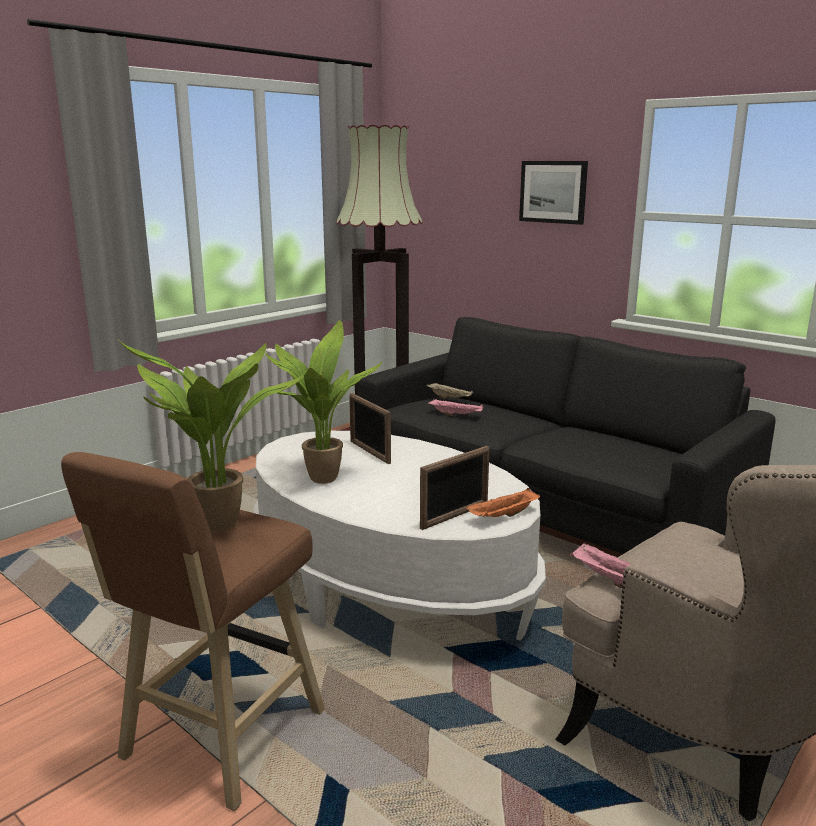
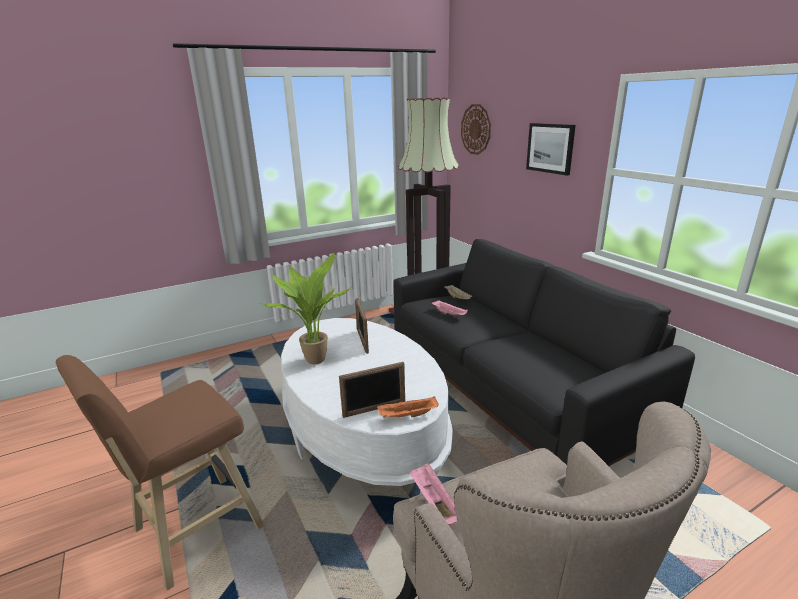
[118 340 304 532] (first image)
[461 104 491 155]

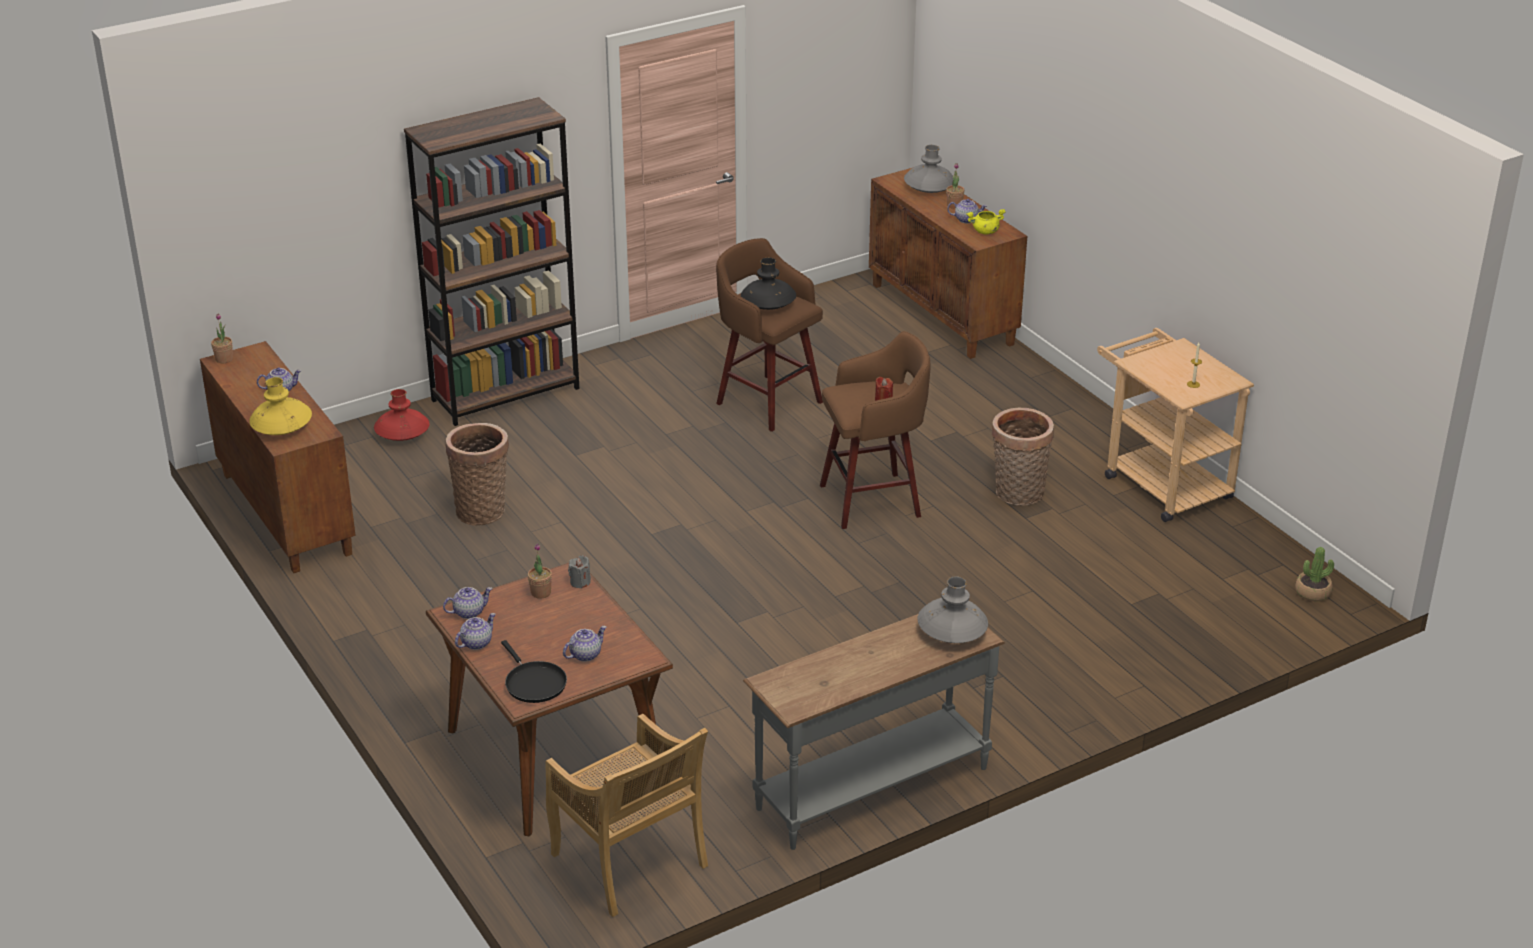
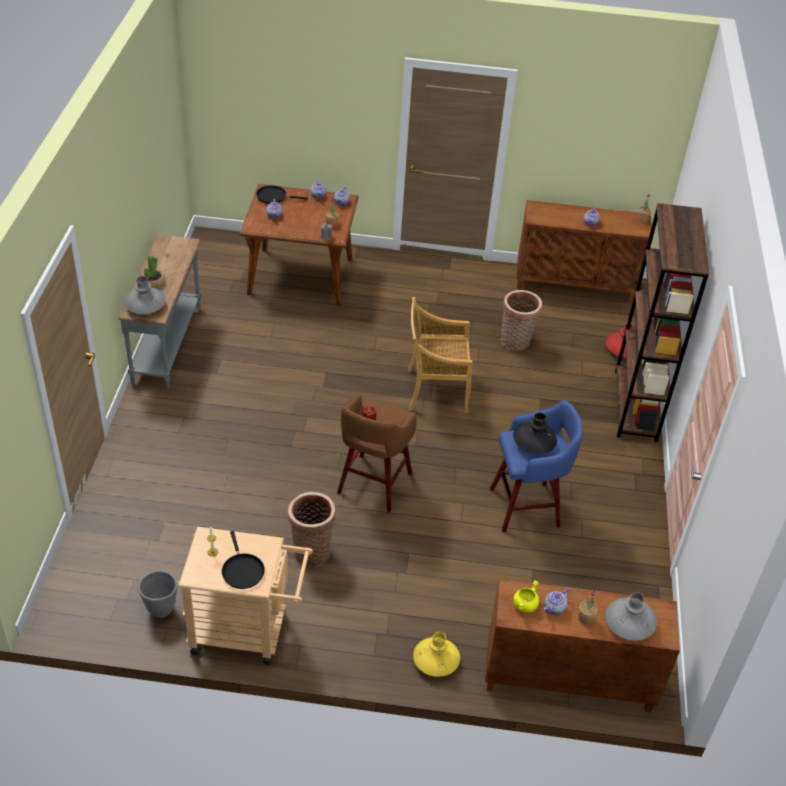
[490 400 583 532]
[413 632 460 677]
[142 255 165 288]
[408 297 473 413]
[222 531 265 589]
[138 570 177 618]

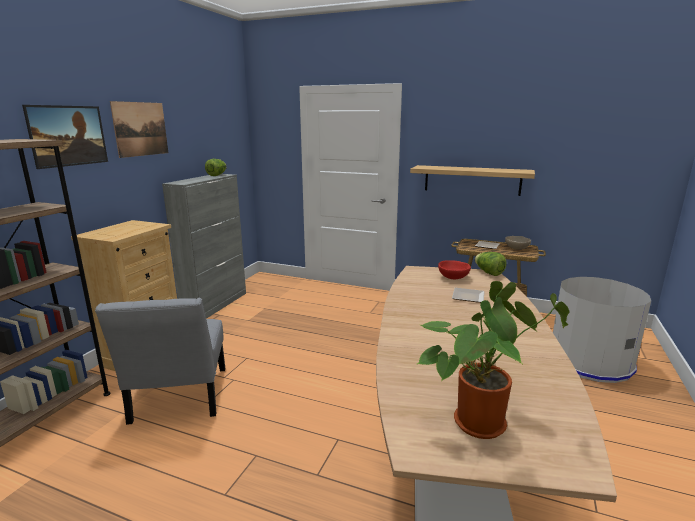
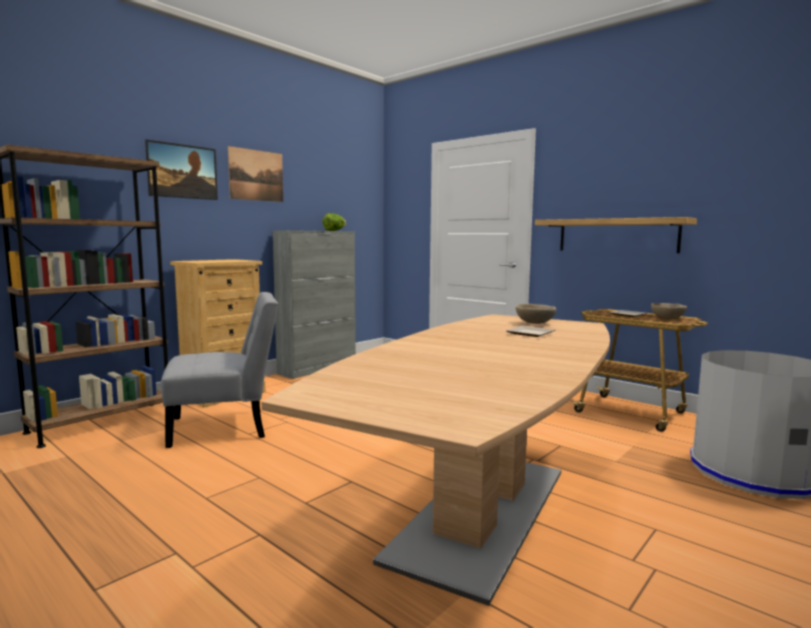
[475 252 506 276] (first image)
[516 304 556 324]
[417 281 570 439] (first image)
[161 292 278 448]

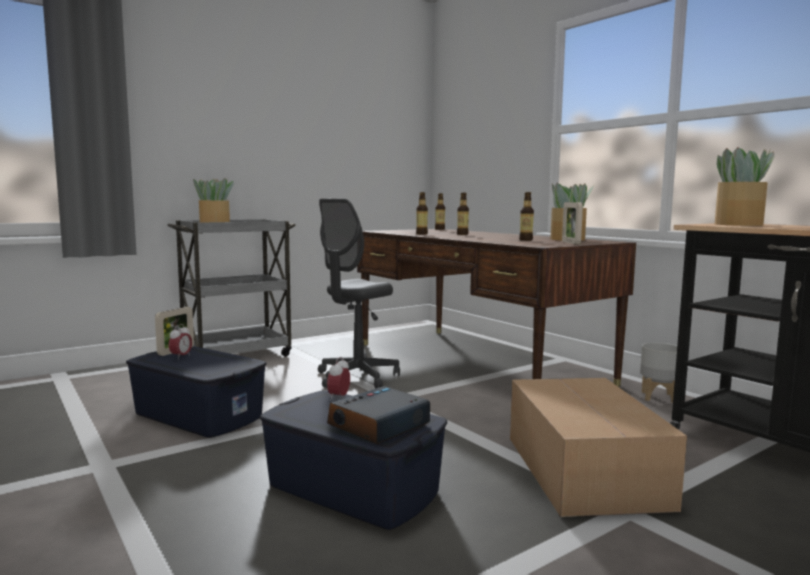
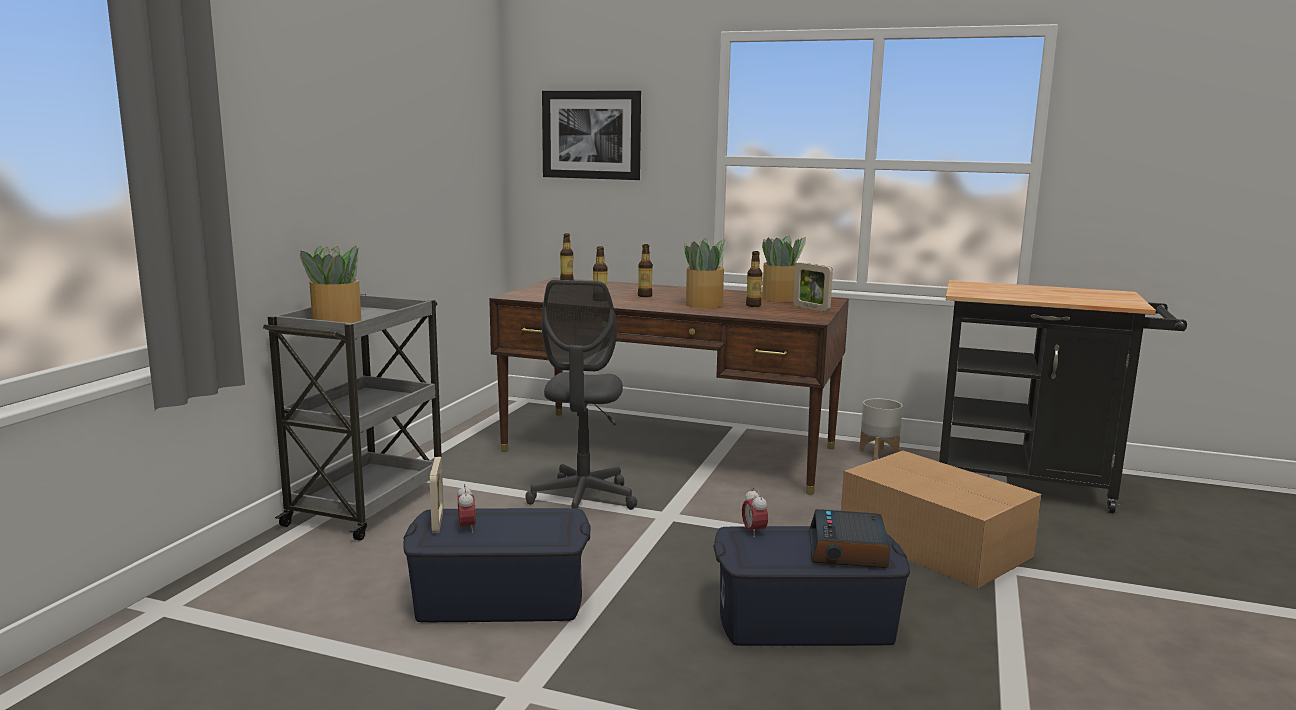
[684 238 726 308]
[542 91 641 180]

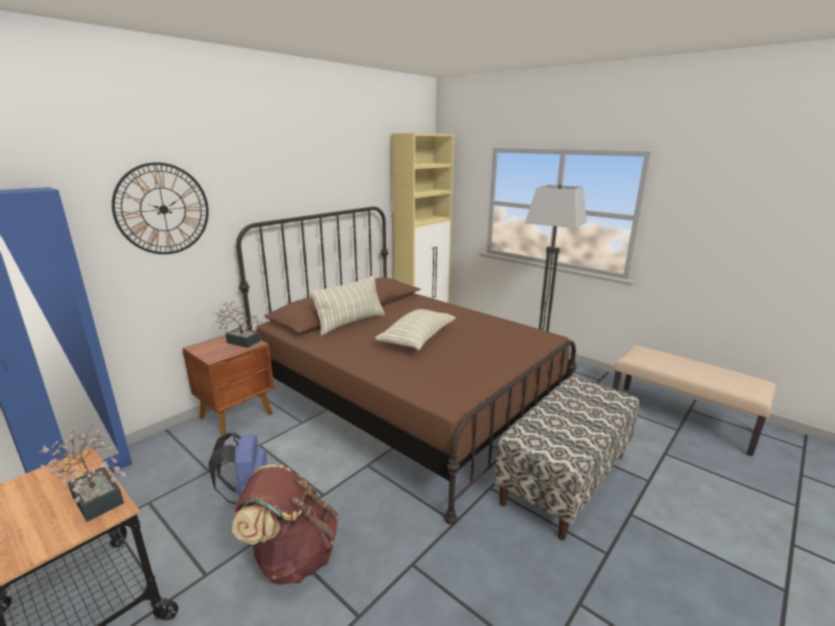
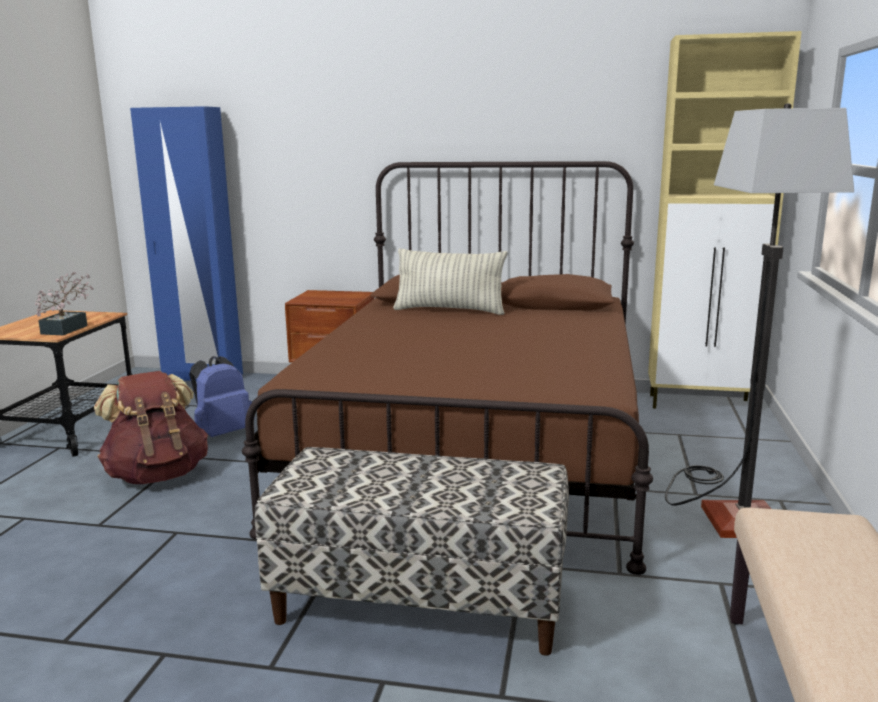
[112 162 209 254] (first image)
[213 301 264 348] (first image)
[375 309 456 350] (first image)

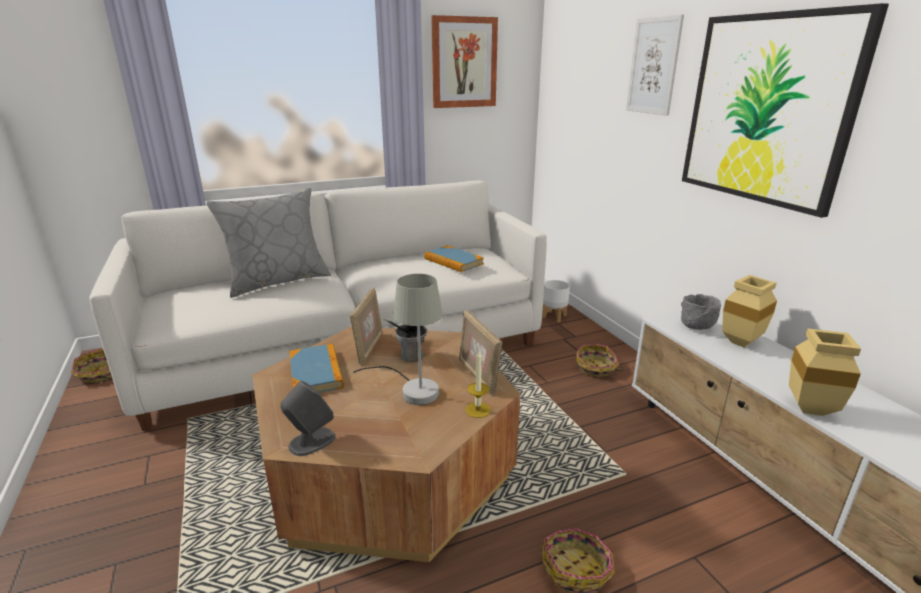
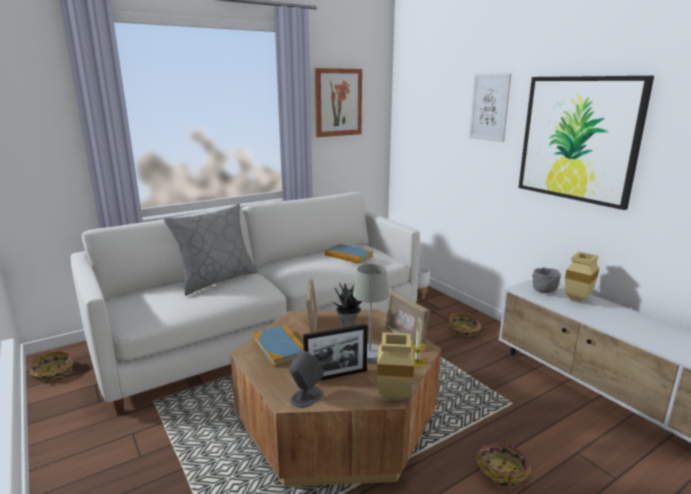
[377 332 414 400]
[303 324 367 381]

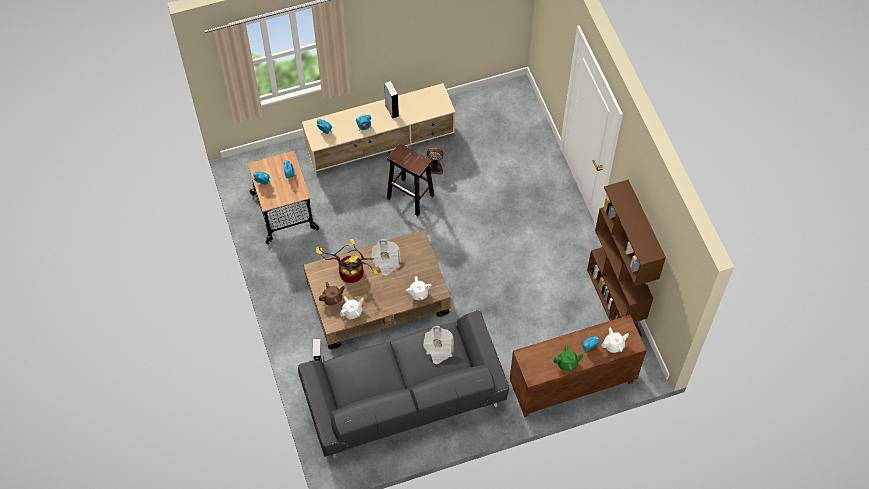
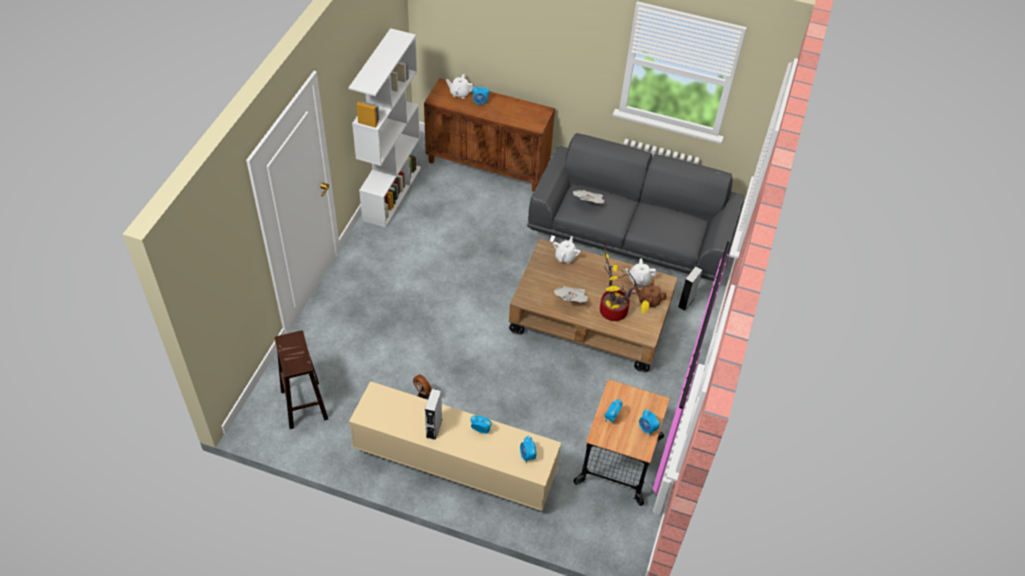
[274 330 328 429]
[348 28 421 228]
[553 345 583 371] (first image)

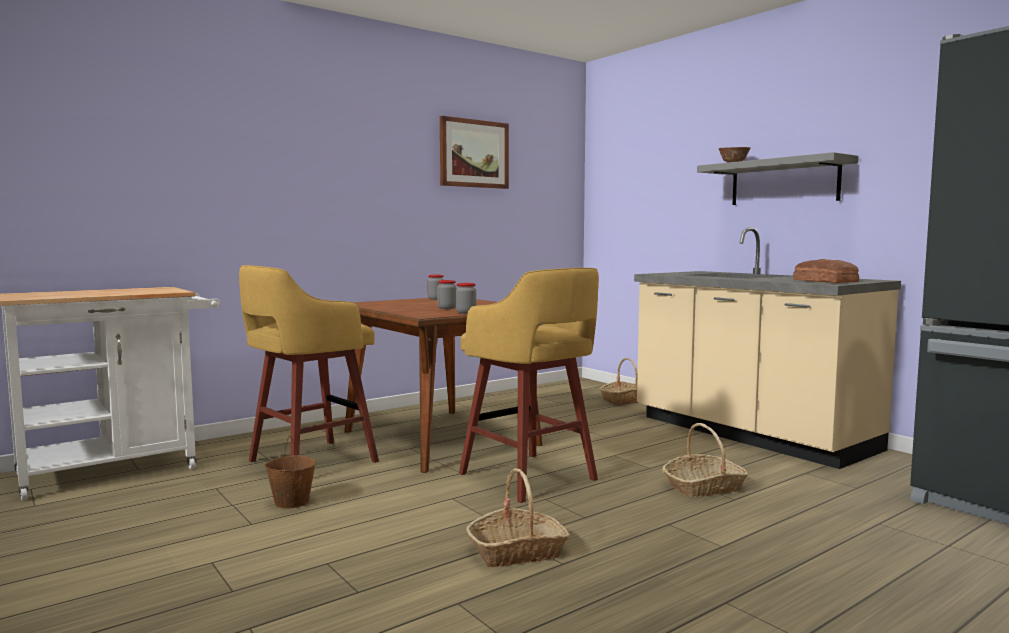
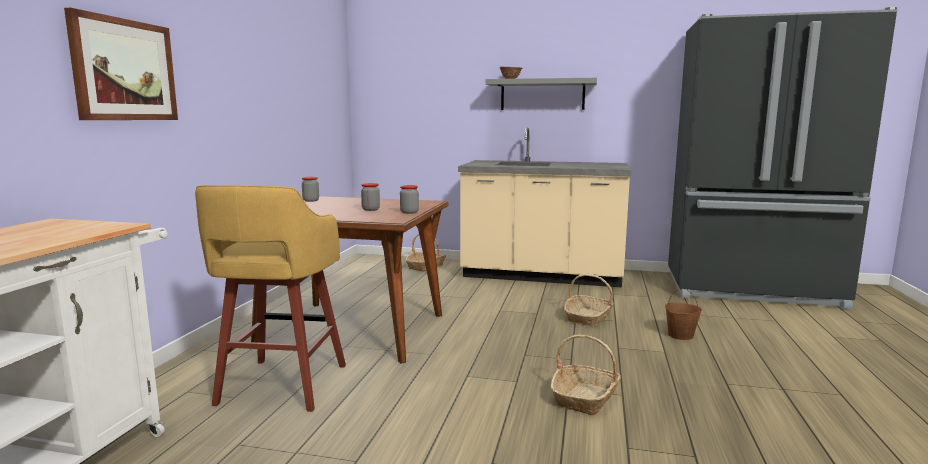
[64 8 178 120]
[793 259 859 283] (first image)
[459 268 599 503] (first image)
[665 288 702 340]

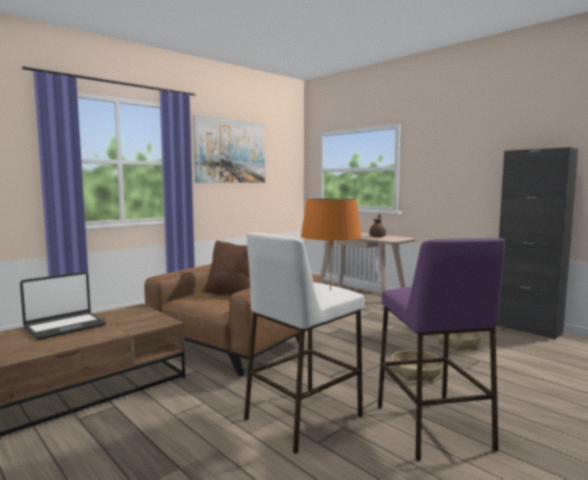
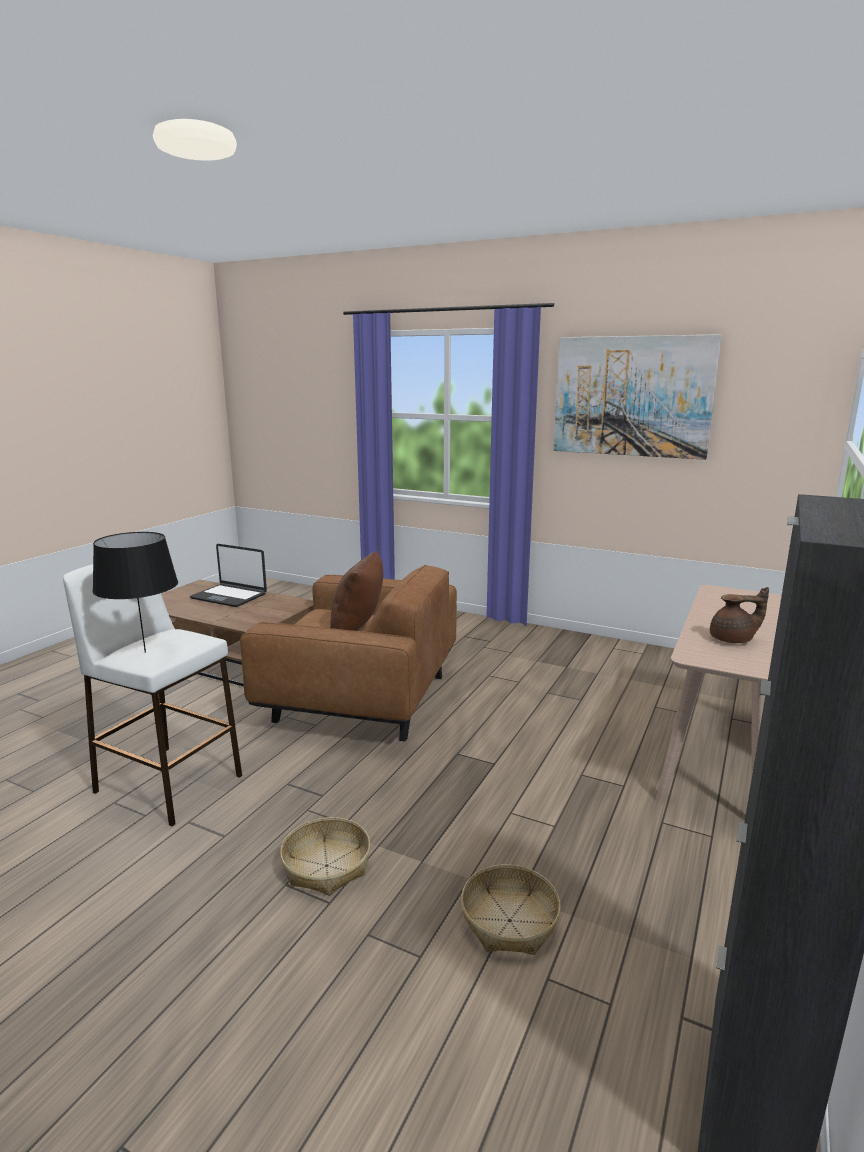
[92 532 178 653]
[378 238 505 461] (first image)

